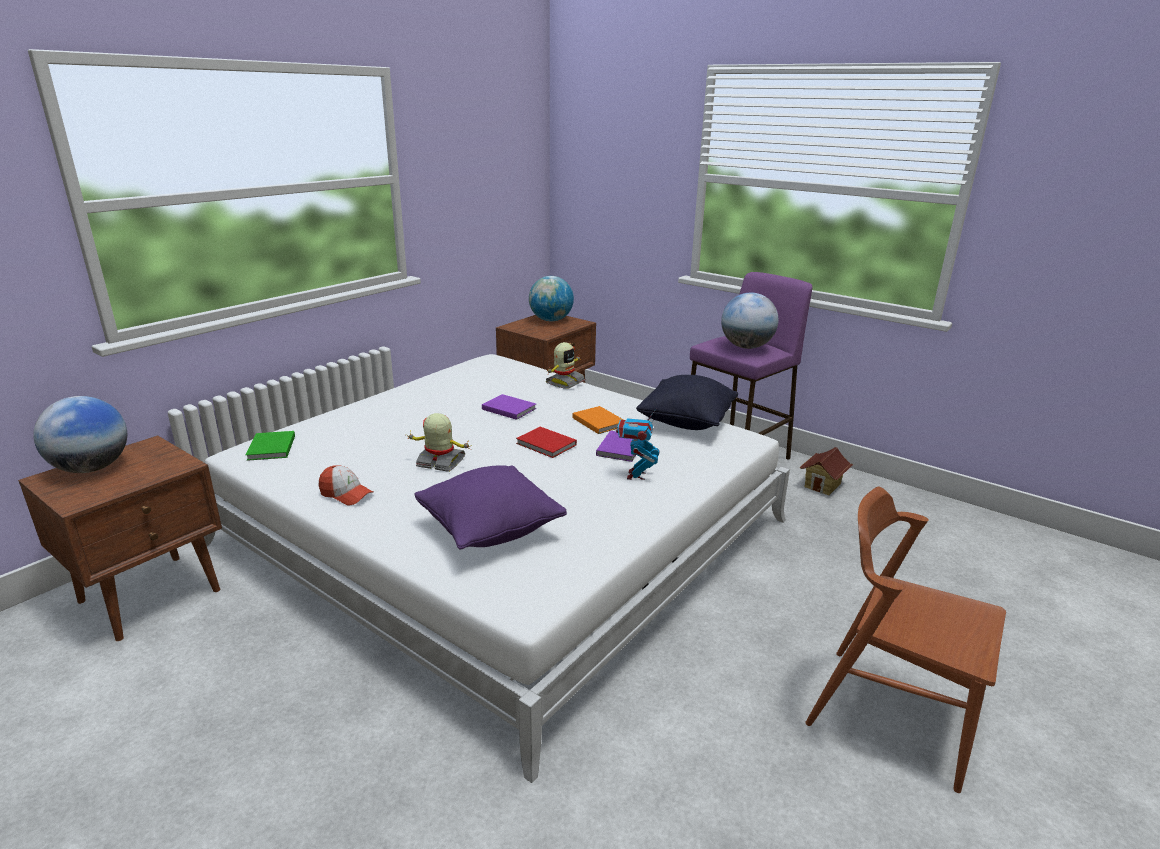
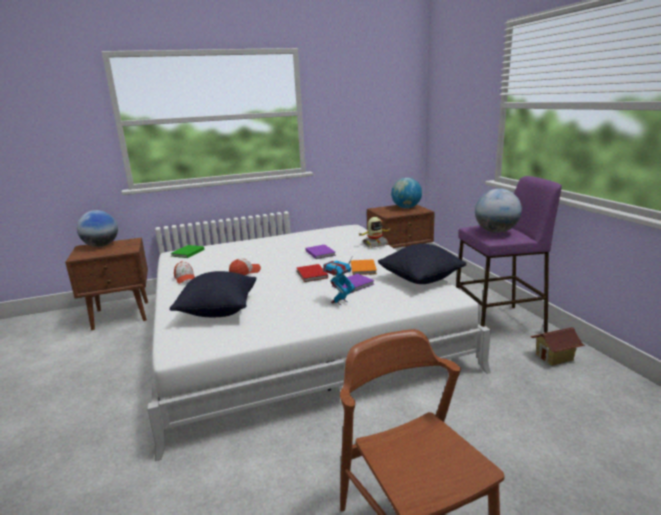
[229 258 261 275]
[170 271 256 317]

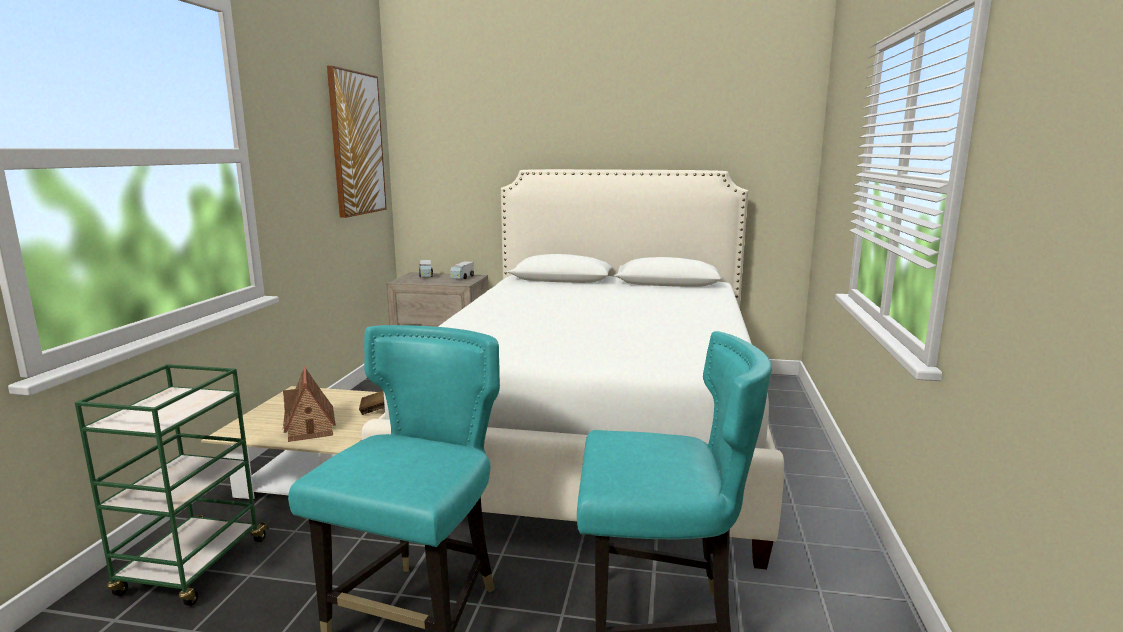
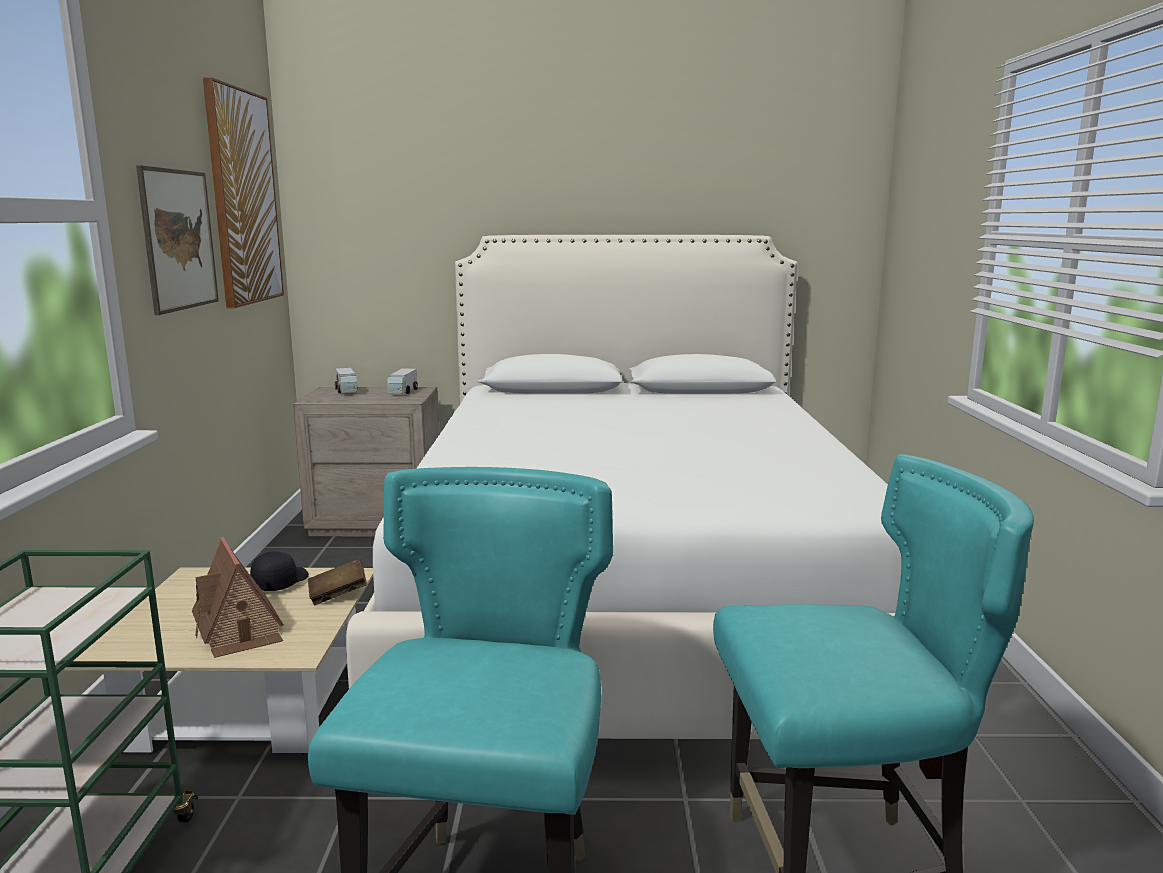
[136 165 219 315]
[250 551 309 591]

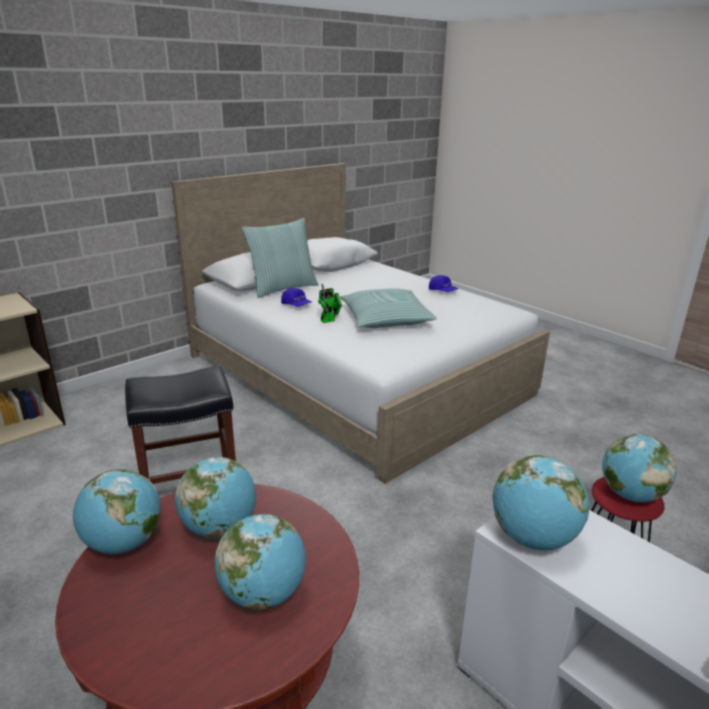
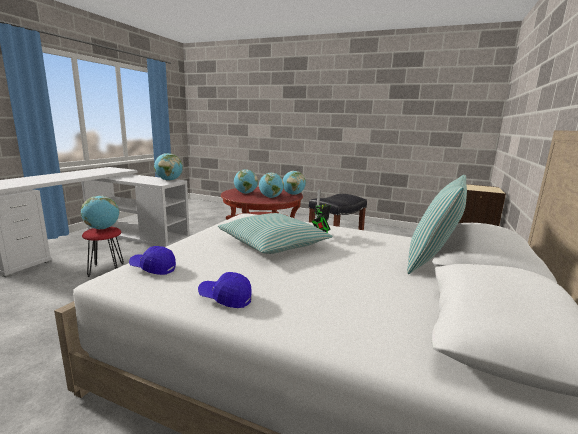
[129 246 176 275]

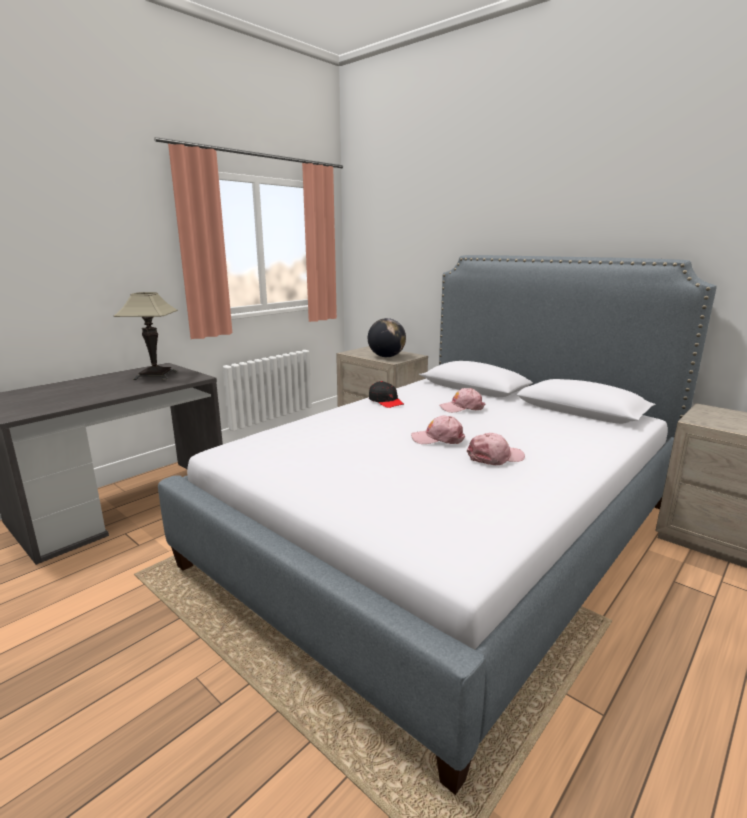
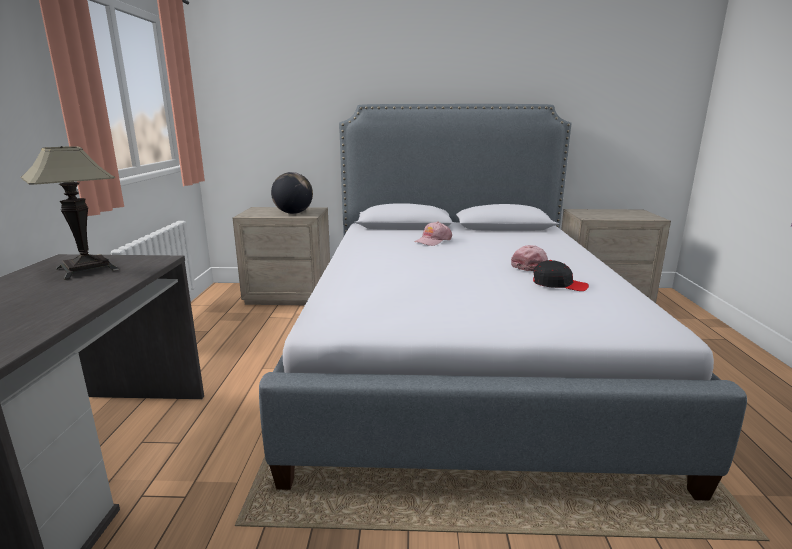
[533 260 589 291]
[411 415 465 444] (first image)

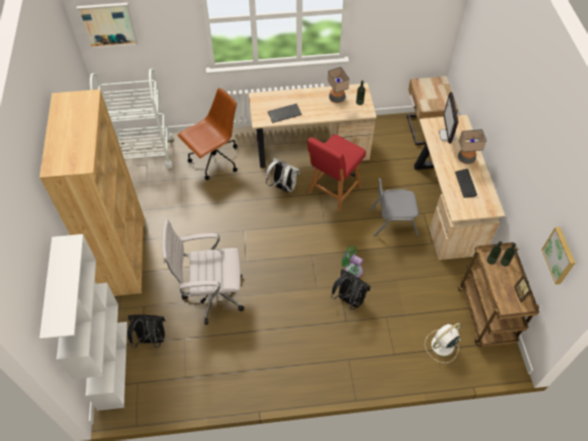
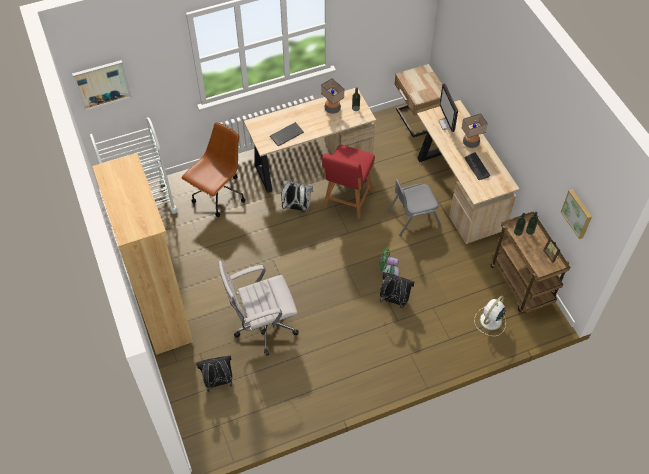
[40 234 127 411] (first image)

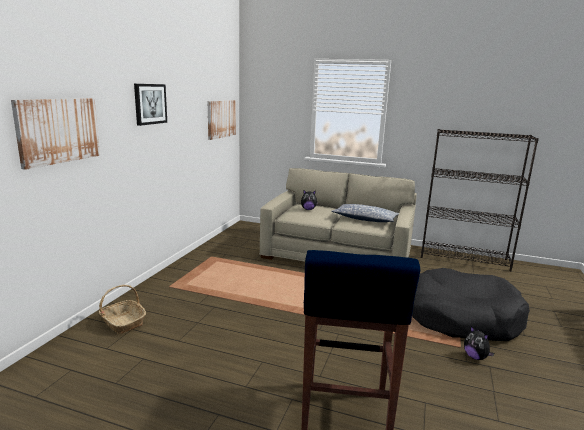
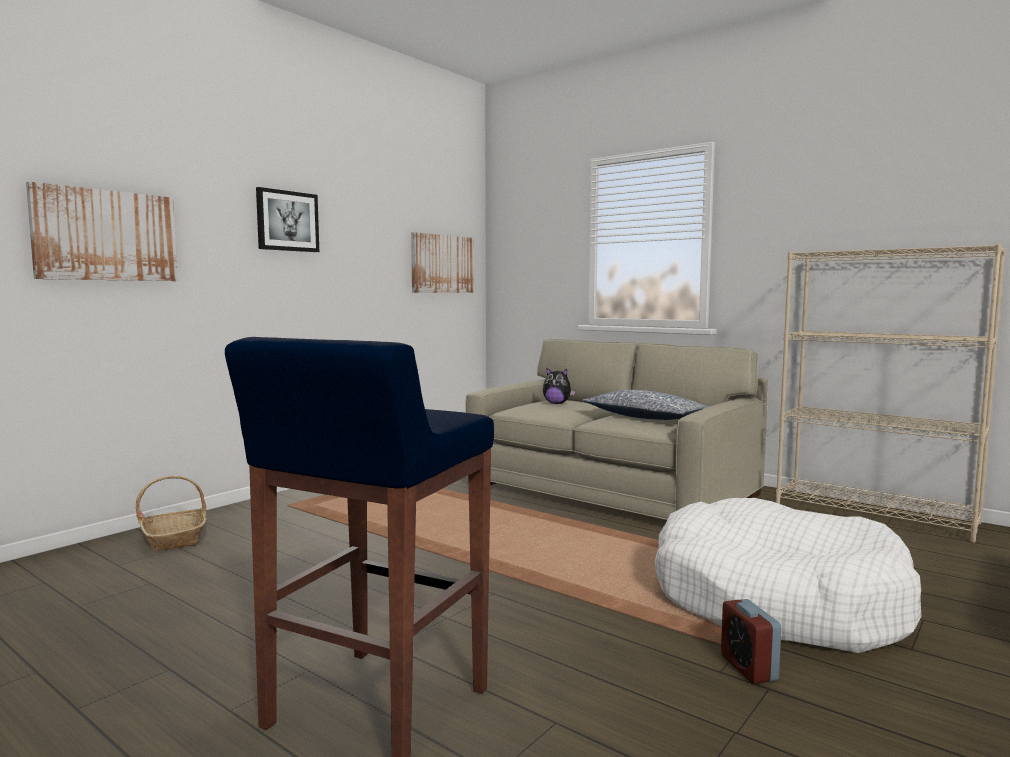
[776 244 1006 543]
[655 498 922 653]
[721 599 781 684]

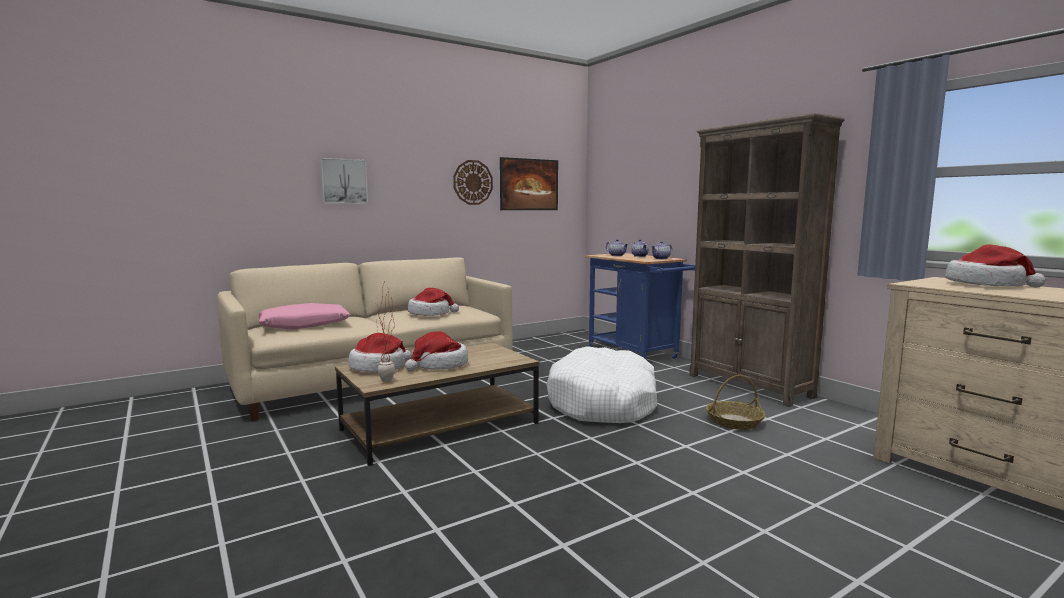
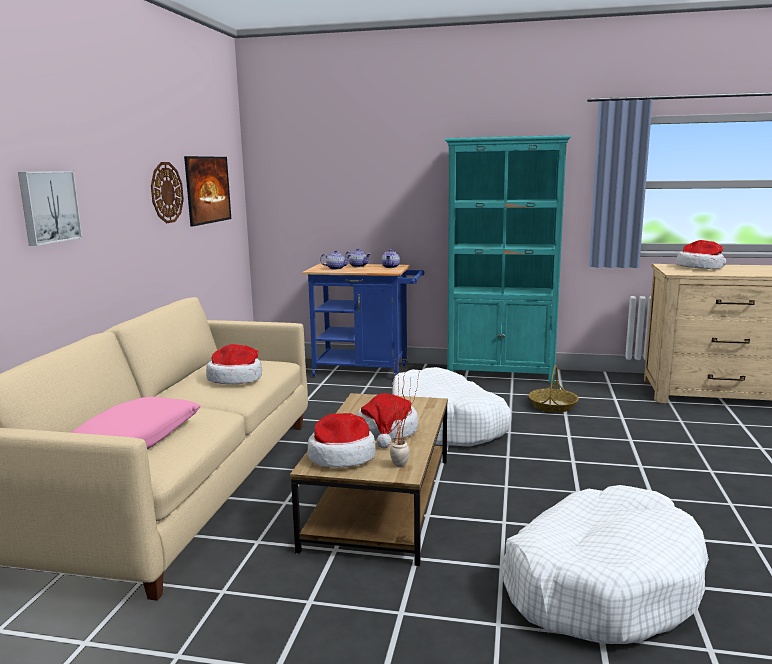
[445 135 571 383]
[502 485 709 644]

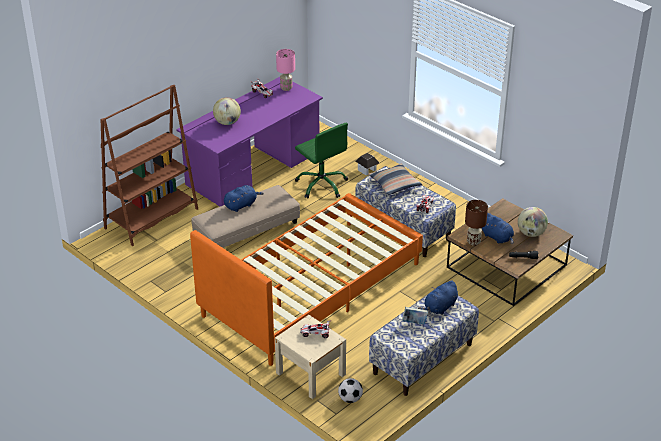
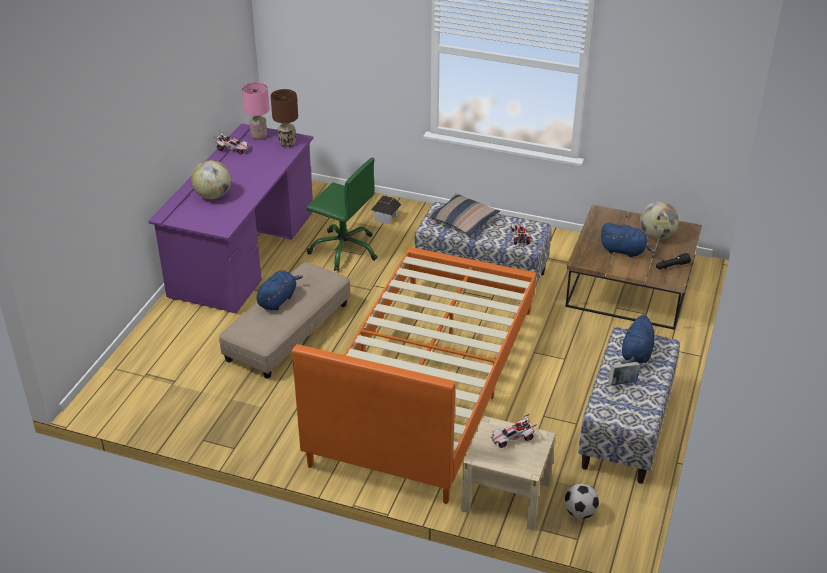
[101 84 198 246] (first image)
[271 89 298 147]

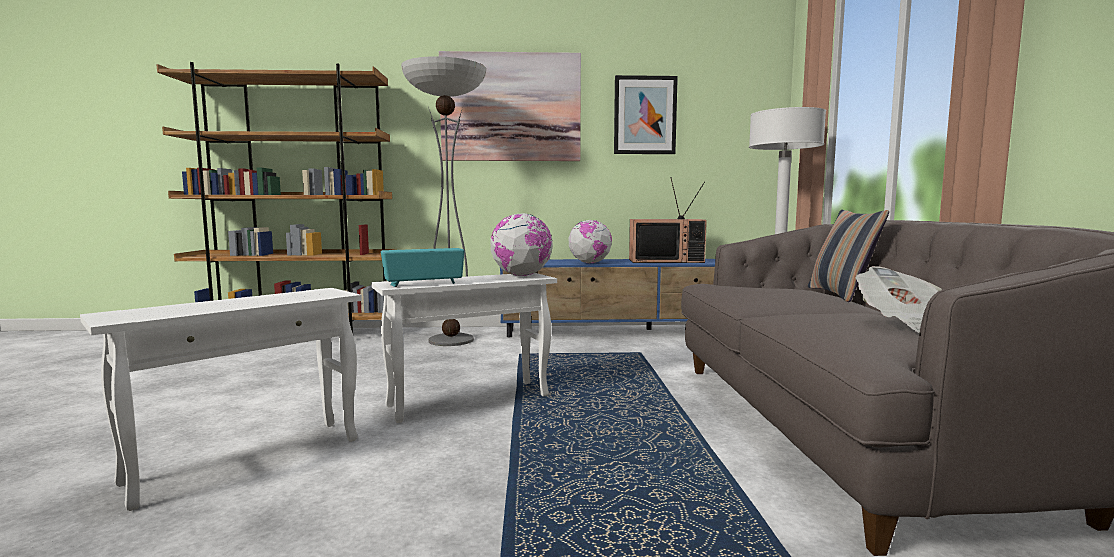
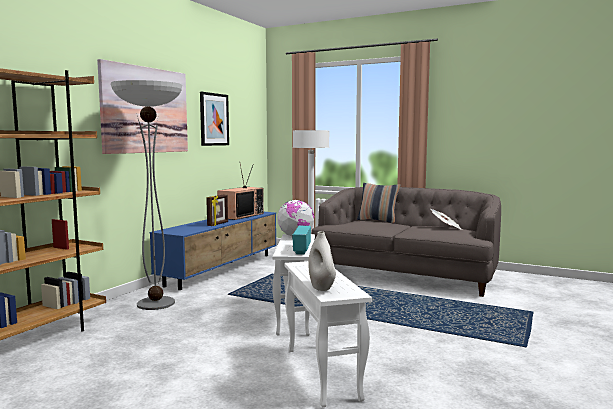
[206 194 228 226]
[308 231 336 291]

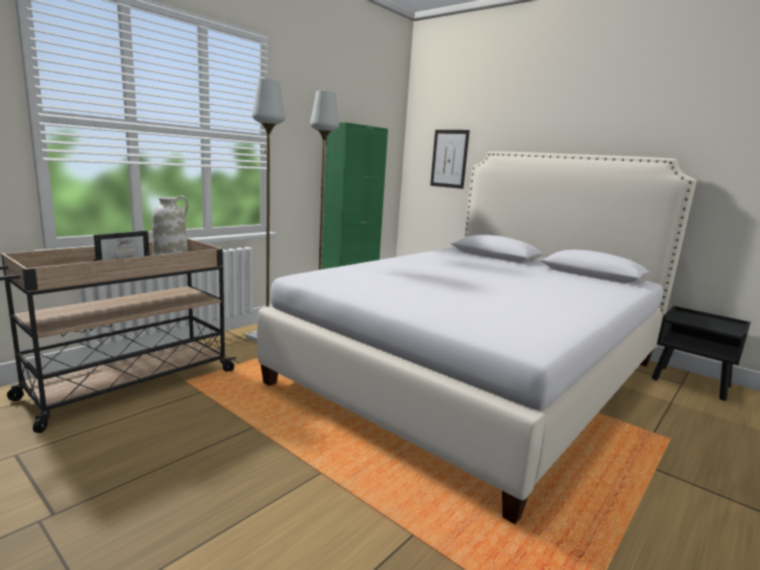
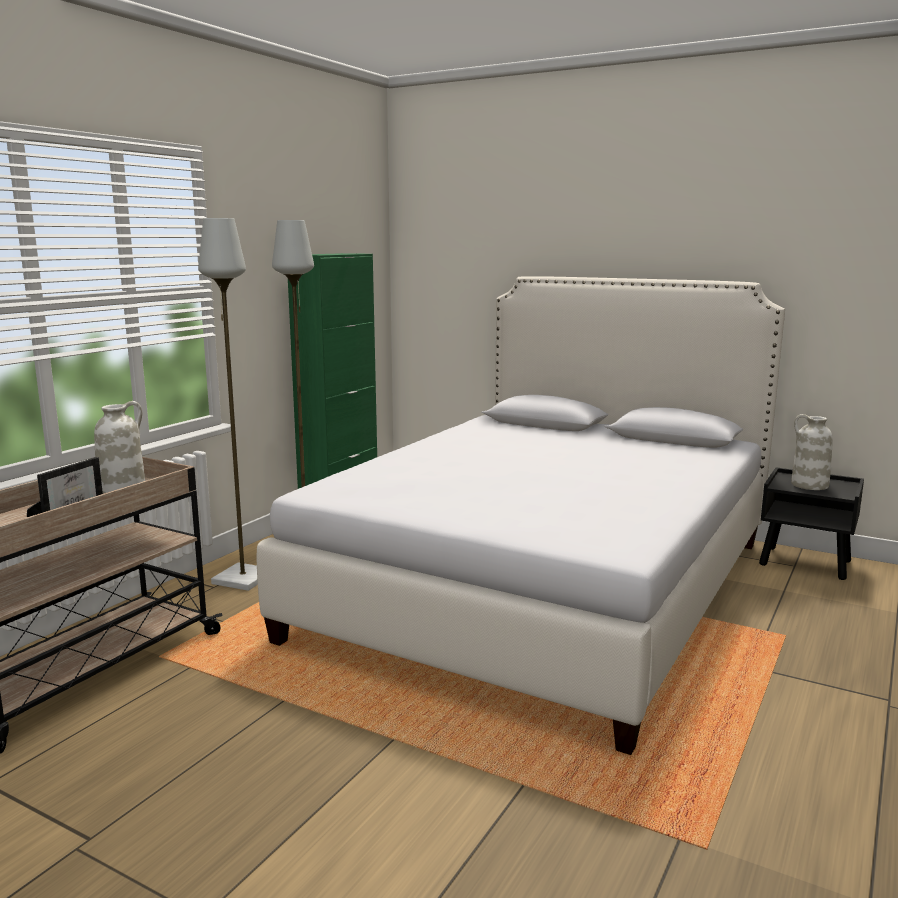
[430 130 470 189] (first image)
[791 414 833 490]

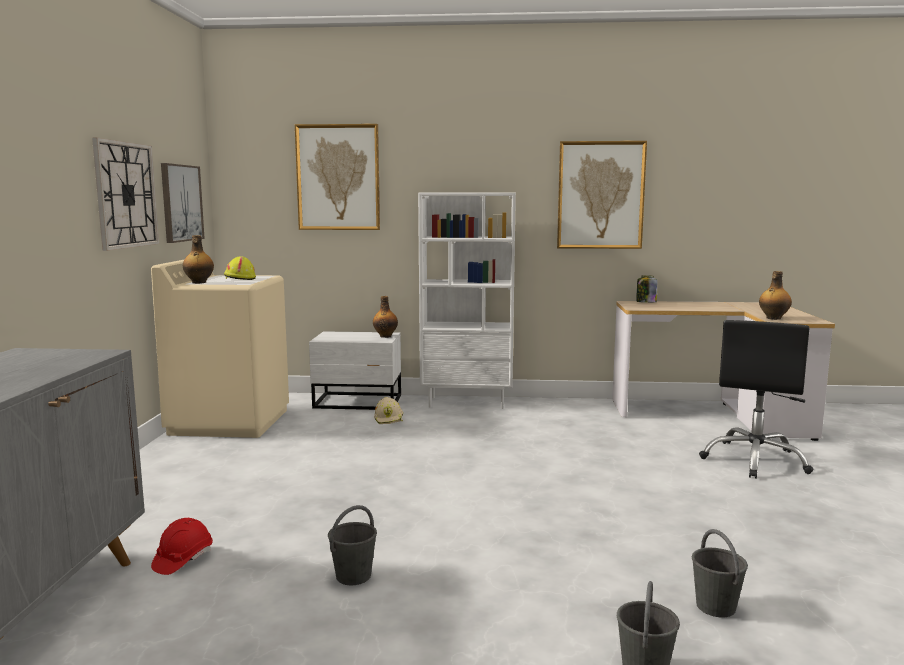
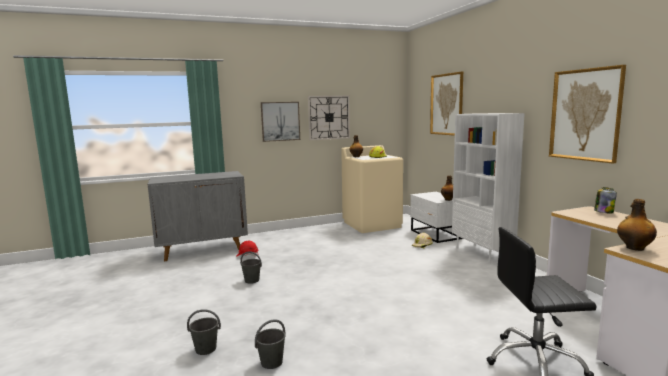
[261 102 300 142]

